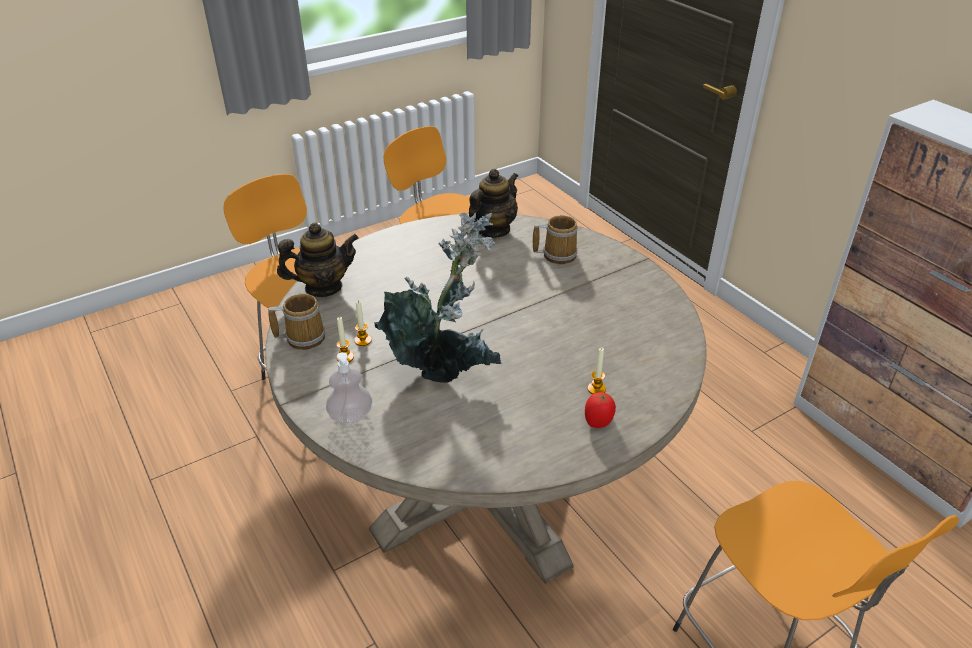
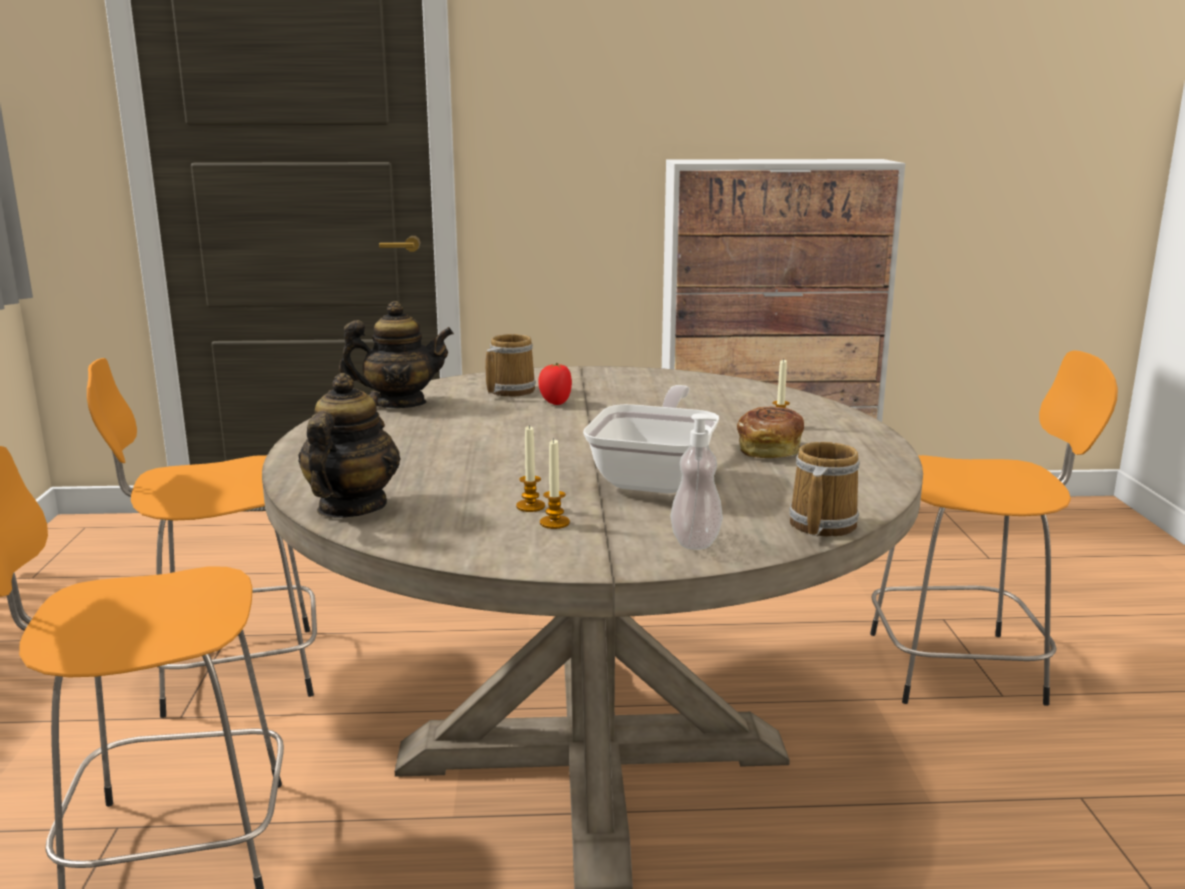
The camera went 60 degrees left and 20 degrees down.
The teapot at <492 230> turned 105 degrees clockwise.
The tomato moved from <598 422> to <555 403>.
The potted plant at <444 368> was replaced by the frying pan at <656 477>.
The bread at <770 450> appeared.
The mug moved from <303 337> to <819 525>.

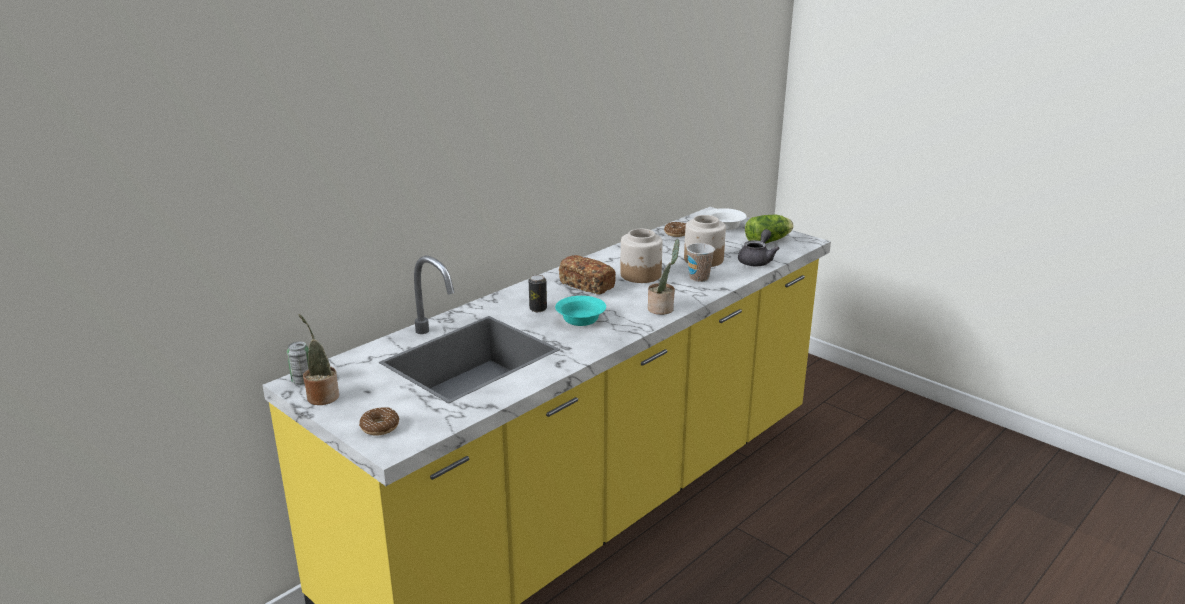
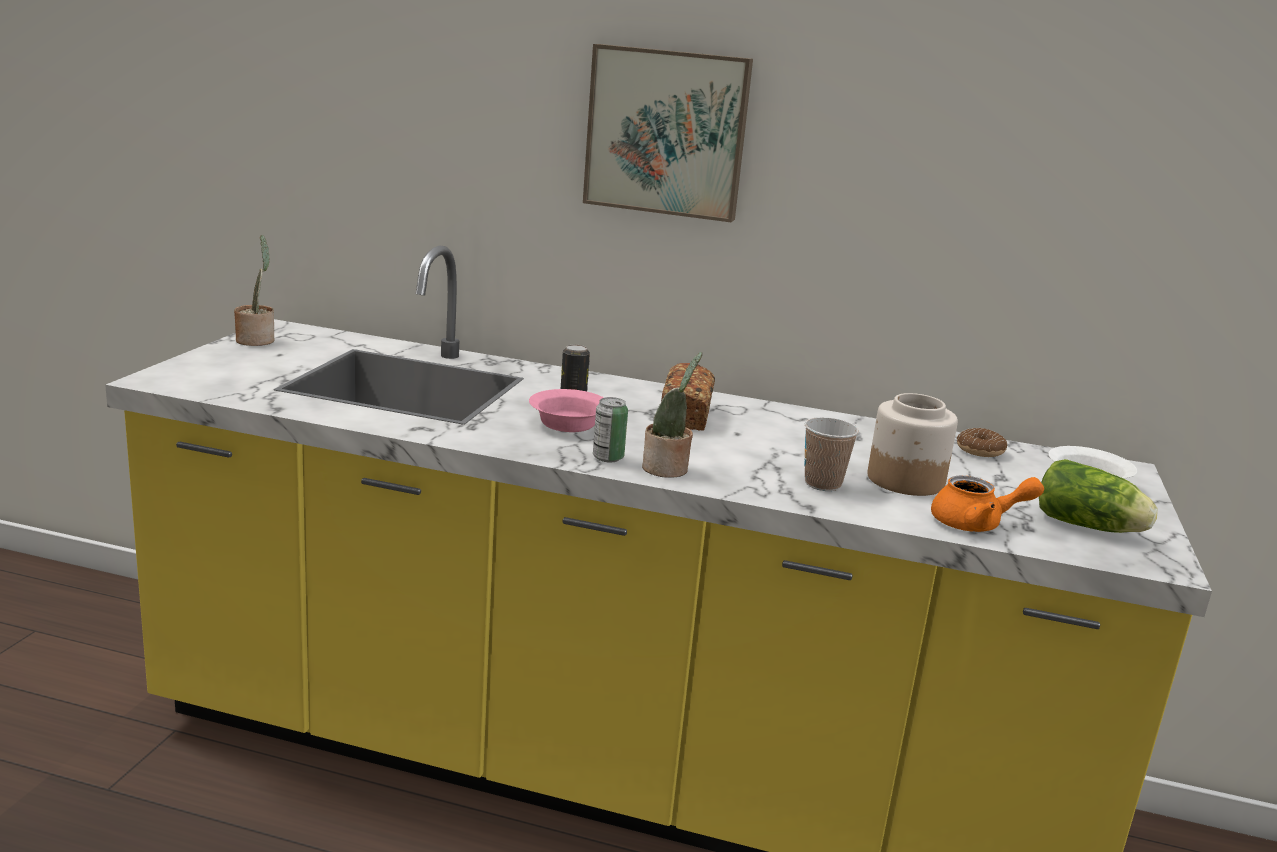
The camera went 60 degrees right and 5 degrees down.
The bowl/turquoise at <581 319> became the bowl/pink at <570 424>.
The picture at <667 132> appeared.
The can moved from <302 380> to <608 457>.
The teapot/grey at <757 260> became the teapot/orange at <976 524>.
The donut at <380 427> disappeared.
The jar at <641 275> disappeared.

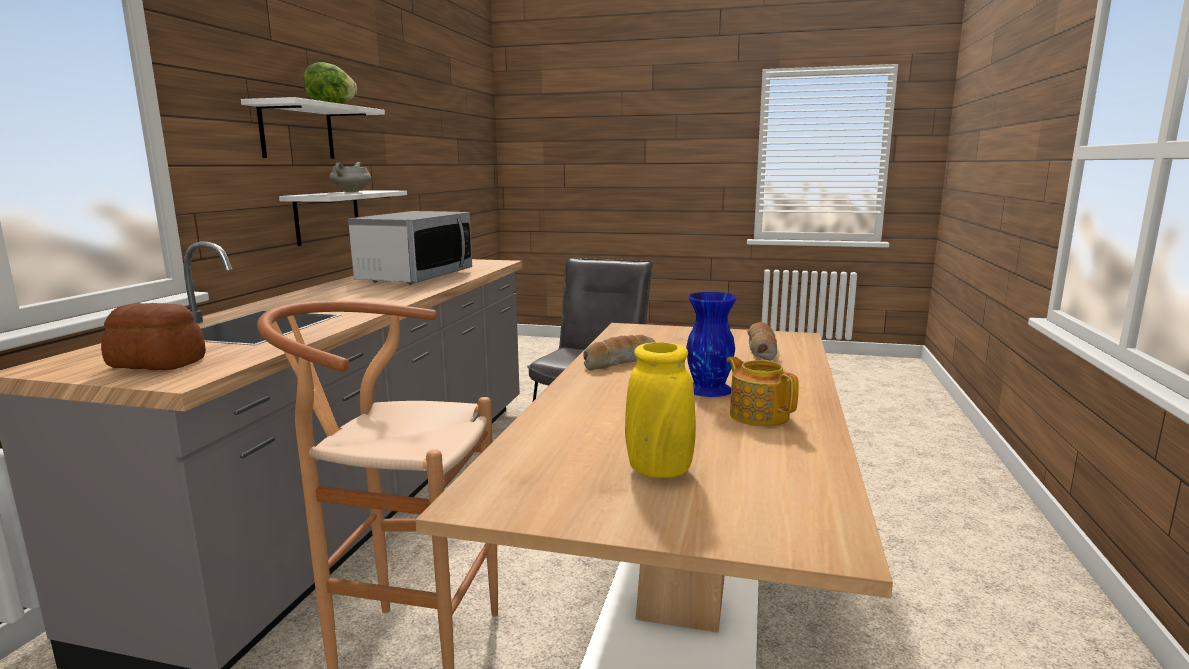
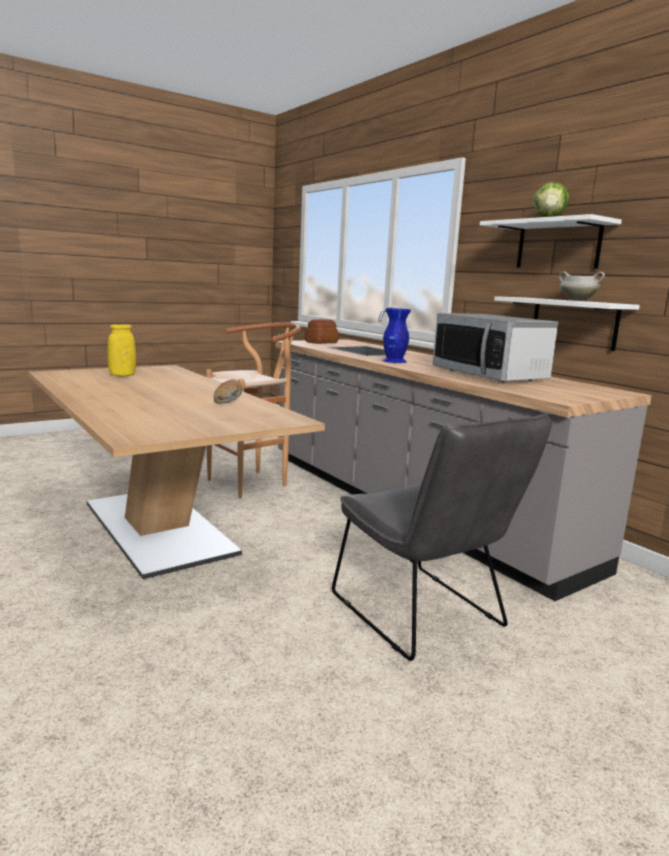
The camera went 130 degrees right and 0 degrees up.
The vase/blue moved from <709 388> to <394 361>.
The teapot at <758 415> disappeared.
The bread at <760 349> disappeared.

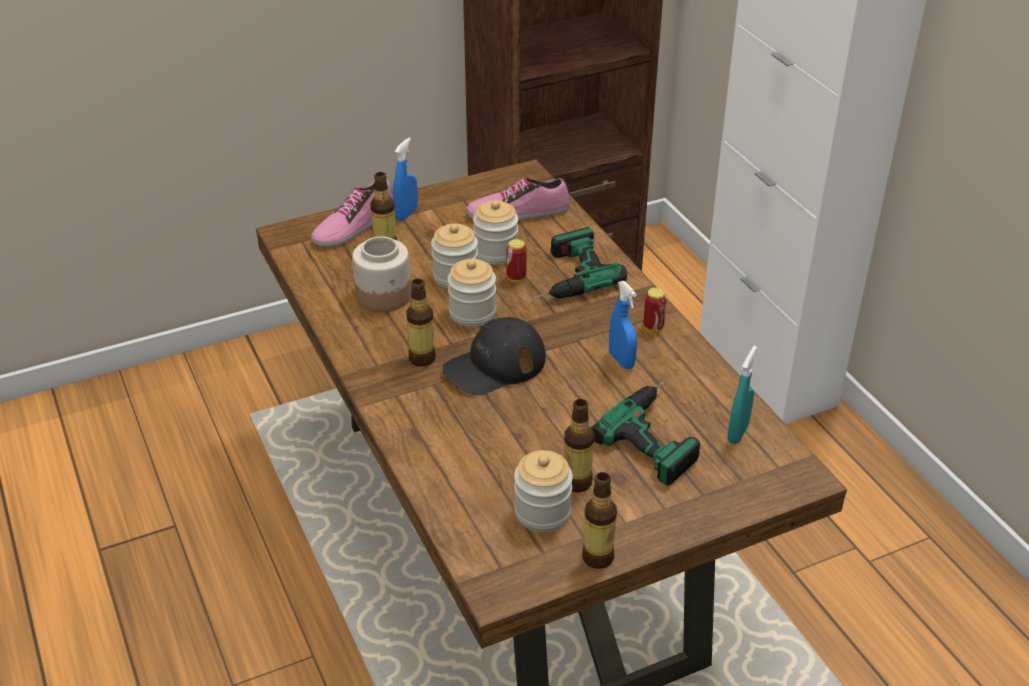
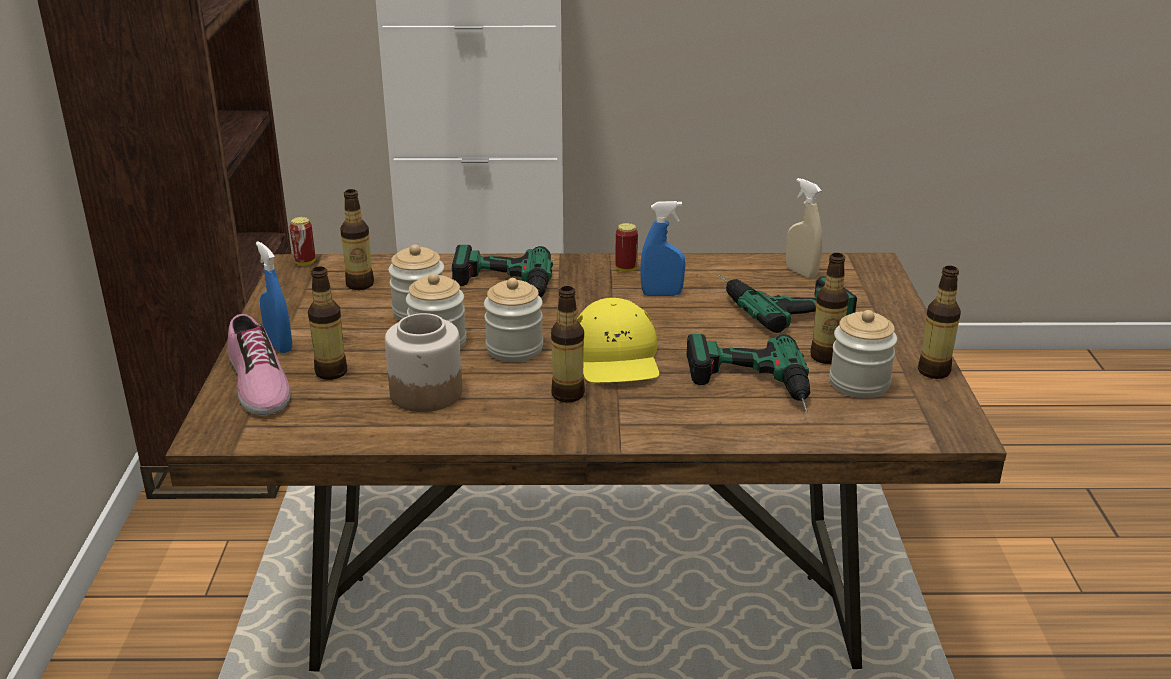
The camera went 65 degrees left and 10 degrees down.
The can moved from <516 278> to <305 262>.
The shoe at <518 212> was replaced by the bottle at <360 284>.
The cap/black at <494 365> became the cap/yellow at <616 356>.
The power drill at <750 387> appeared.
The spray bottle/turquoise at <738 432> became the spray bottle/beige at <801 272>.

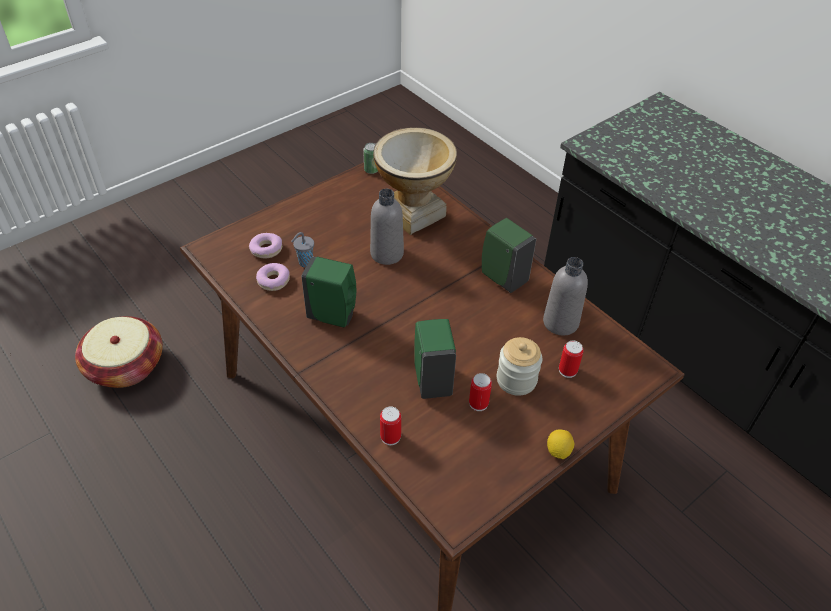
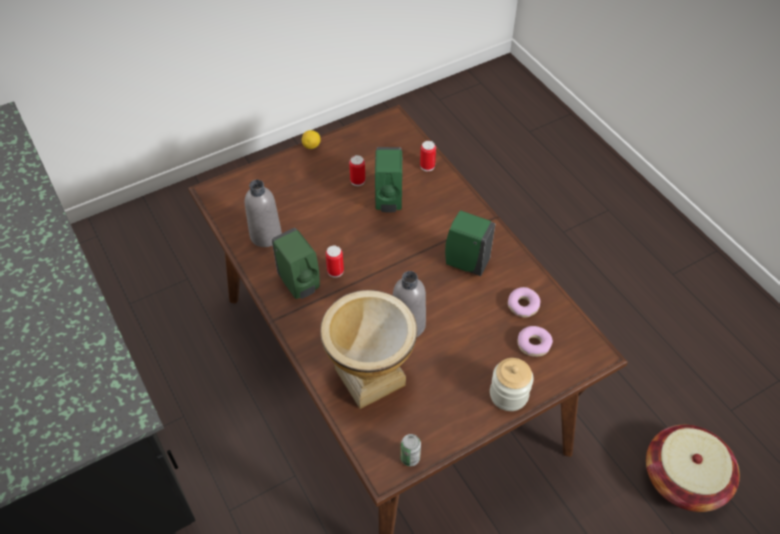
The camera went 170 degrees left and 5 degrees up.
The can moved from <567 370> to <335 271>.
The jar moved from <516 380> to <508 394>.
The cup/grey at <305 263> disappeared.

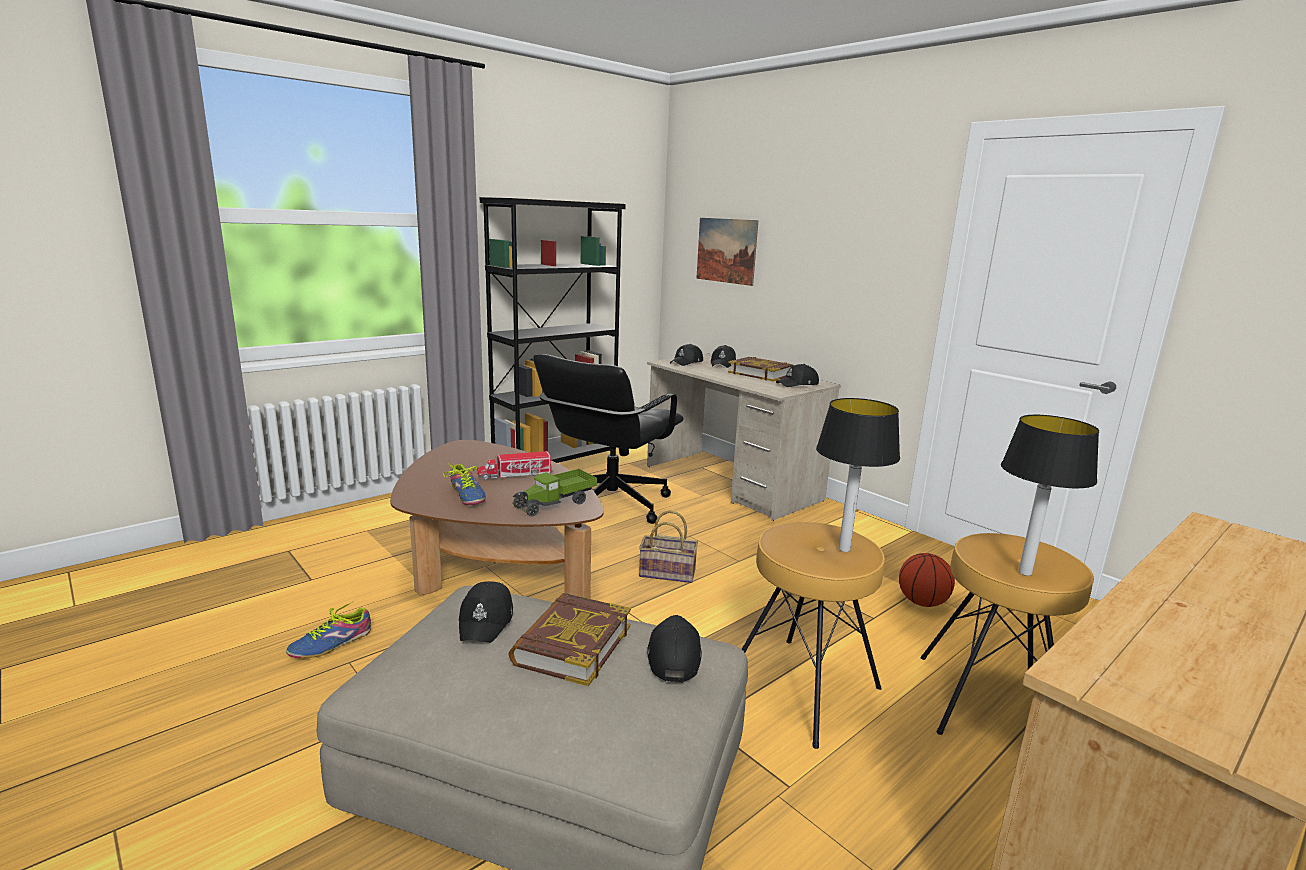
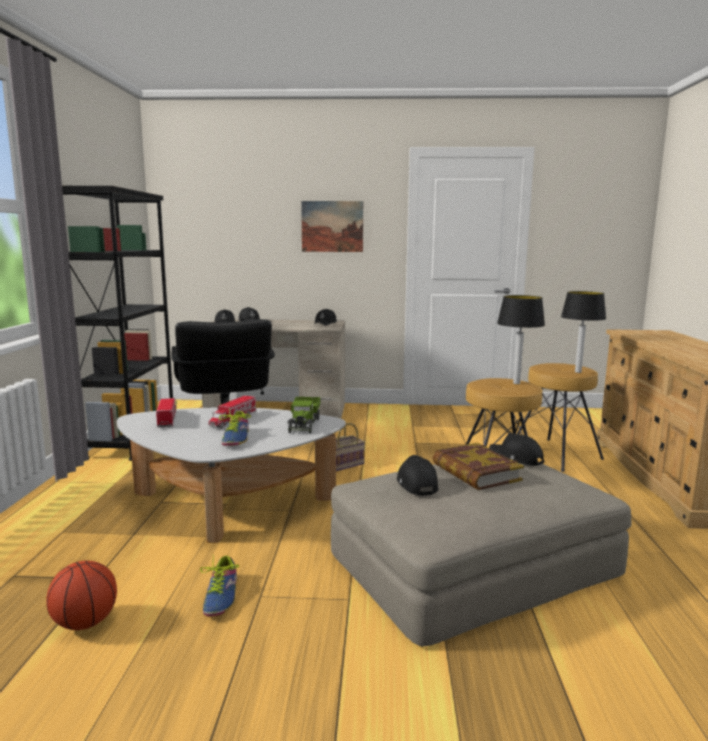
The camera went 45 degrees left and 5 degrees down.
The basketball moved from <922 603> to <85 623>.
The coffee table/brown at <495 565> became the coffee table/white at <229 505>.
The toy truck at <167 419> appeared.
The shoe at <467 495> turned 75 degrees clockwise.
The picture moved from <726 250> to <332 226>.
The cap/black at <487 621> turned 150 degrees counterclockwise.
The book at <760 373> disappeared.

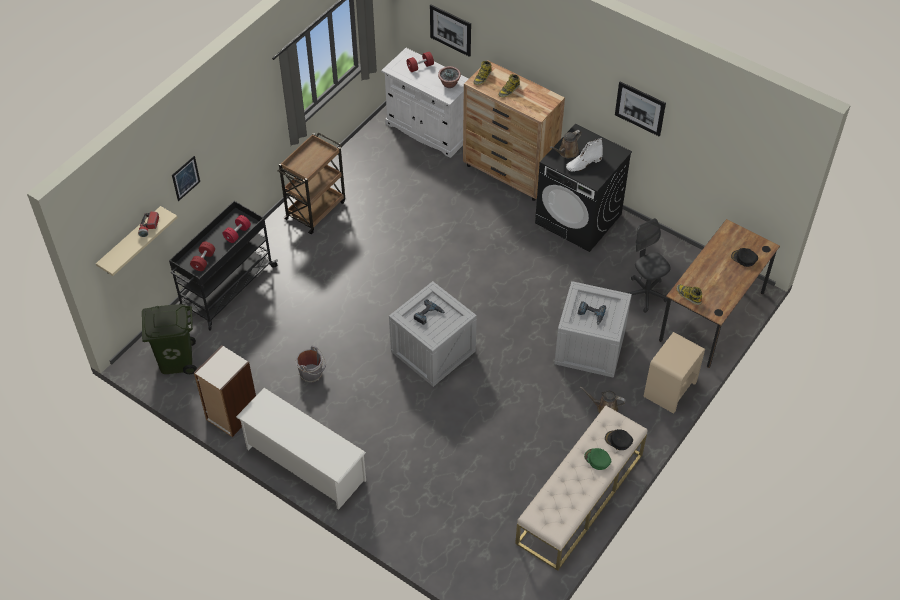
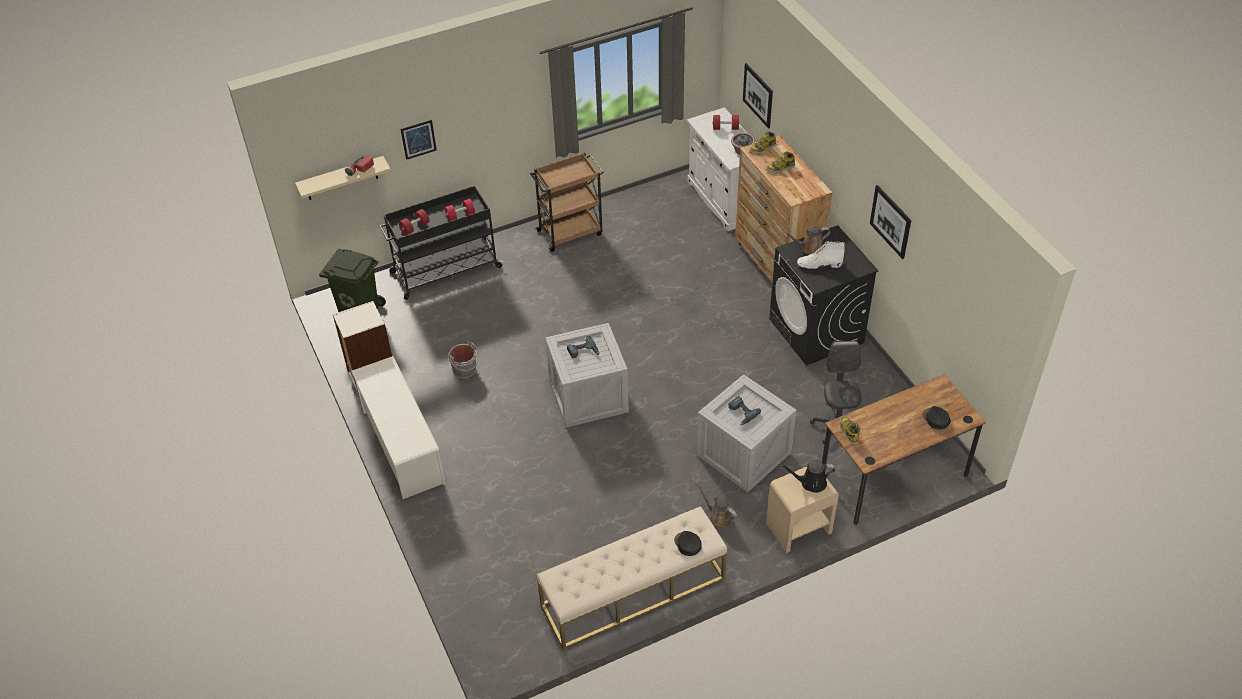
The camera went 30 degrees right and 5 degrees down.
The watering can/black at <811 483> appeared.
The cap/green at <597 460> disappeared.

